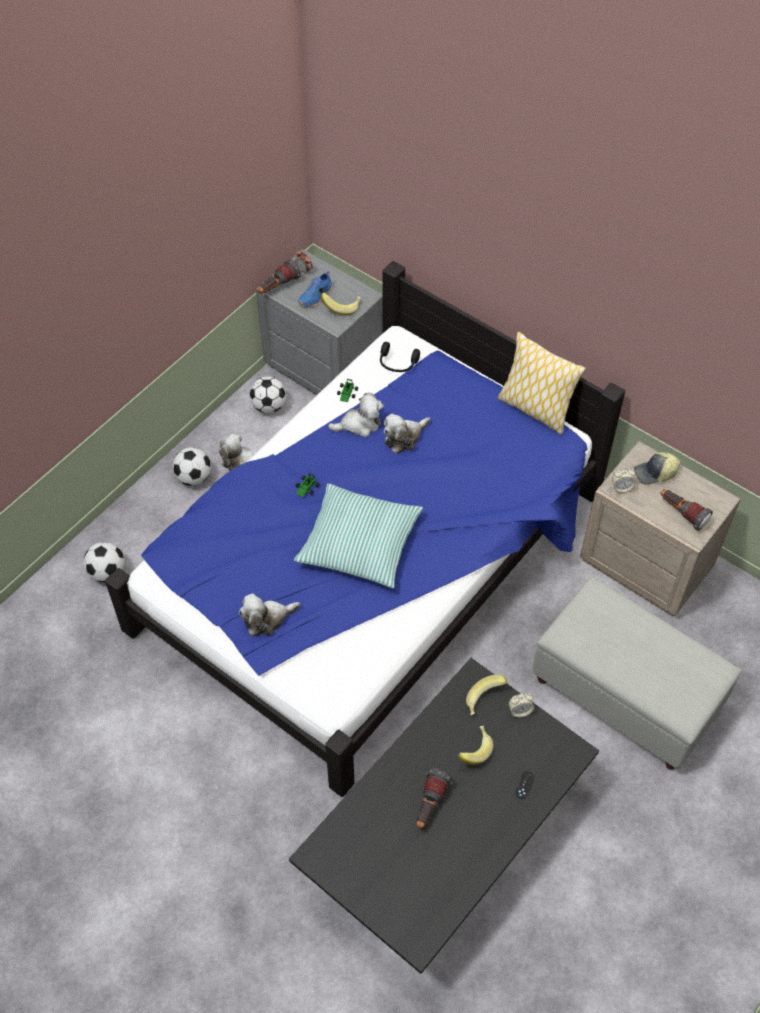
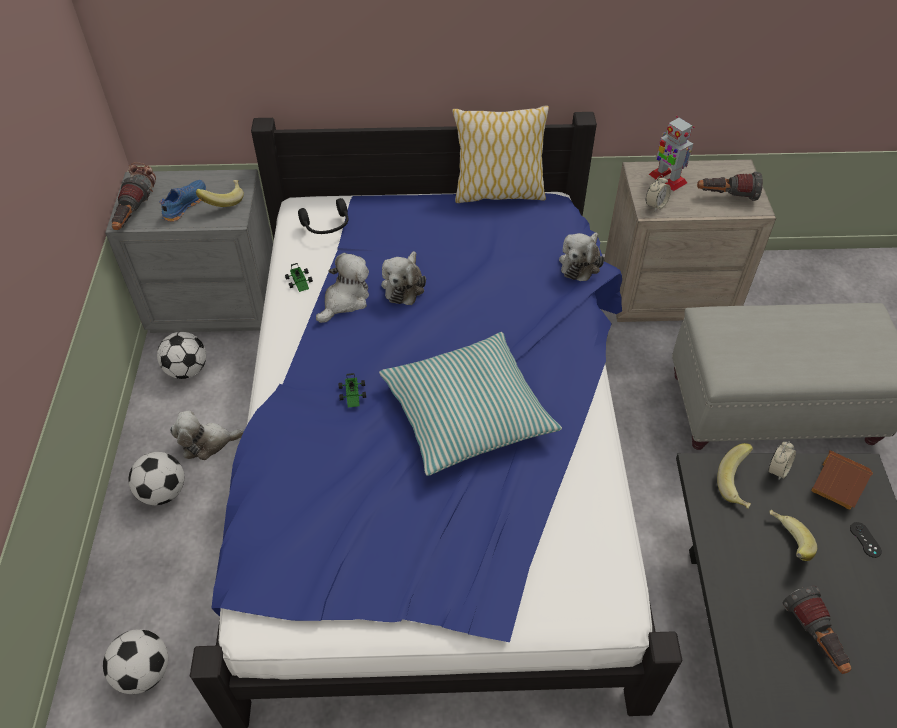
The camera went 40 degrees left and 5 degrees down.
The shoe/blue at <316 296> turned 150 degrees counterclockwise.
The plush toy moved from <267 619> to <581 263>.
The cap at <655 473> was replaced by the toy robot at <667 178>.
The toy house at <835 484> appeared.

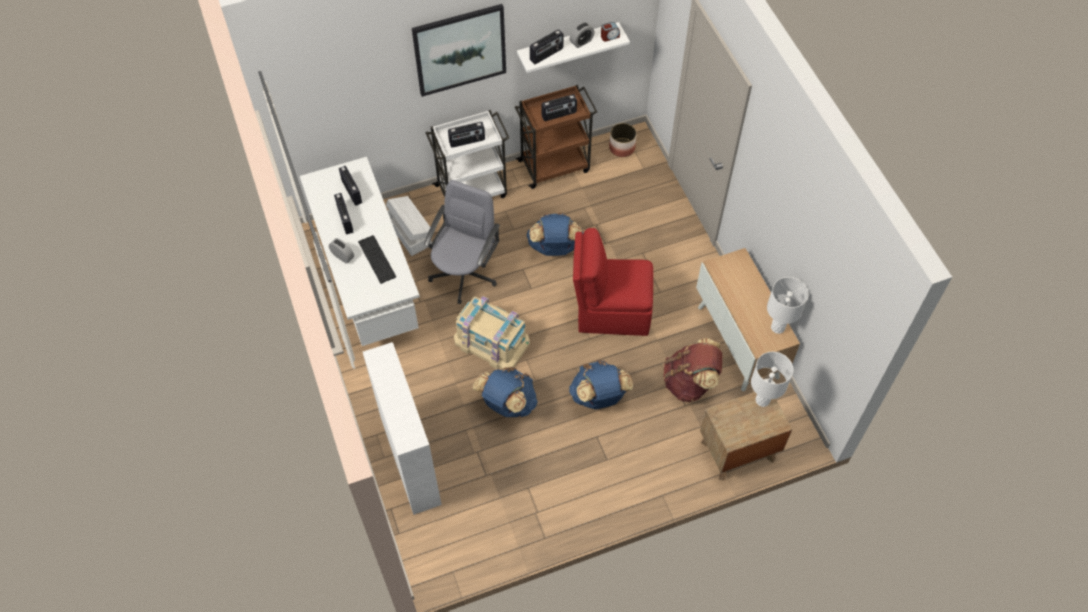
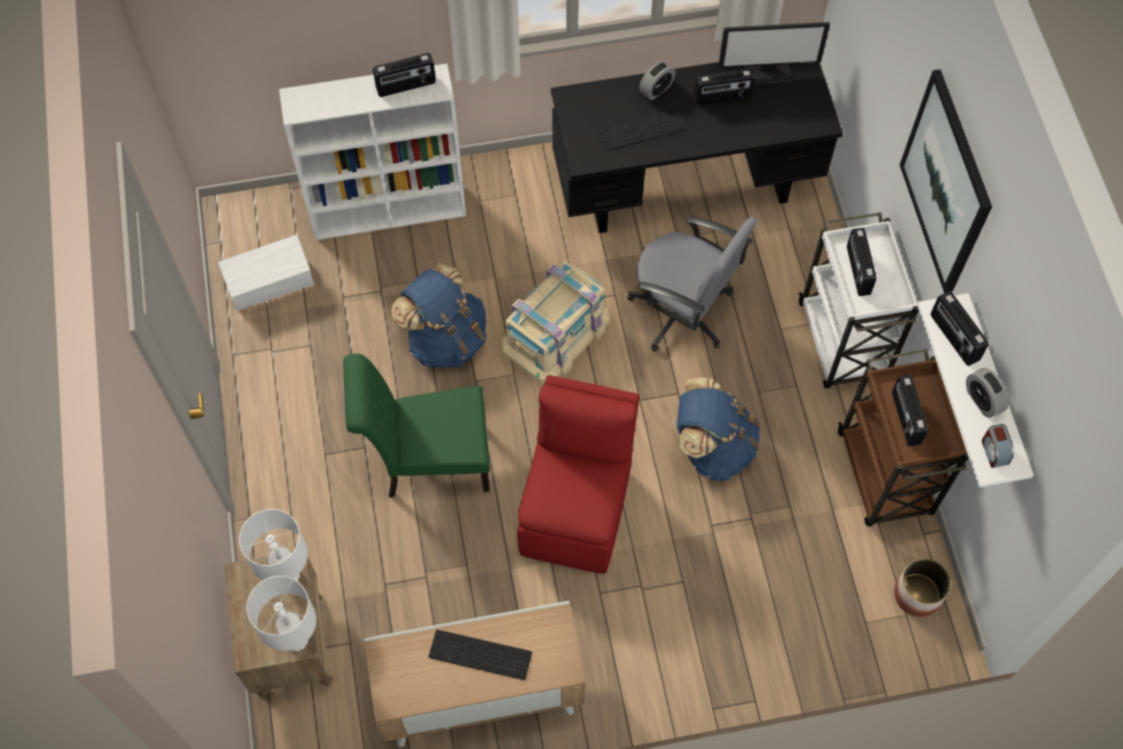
The camera went 100 degrees right and 5 degrees up.
The storage box/white moved from <409 232> to <271 283>.
The table lamp/white moved from <778 327> to <287 575>.
The backpack/blue at <599 397> was replaced by the chair/green at <428 463>.
The radio moved from <352 192> to <406 86>.
The keyboard at <478 656> appeared.
The desk/white at <368 283> became the desk/black at <685 186>.
The monitor at <768 71> appeared.
The backpack/brown at <690 382> disappeared.

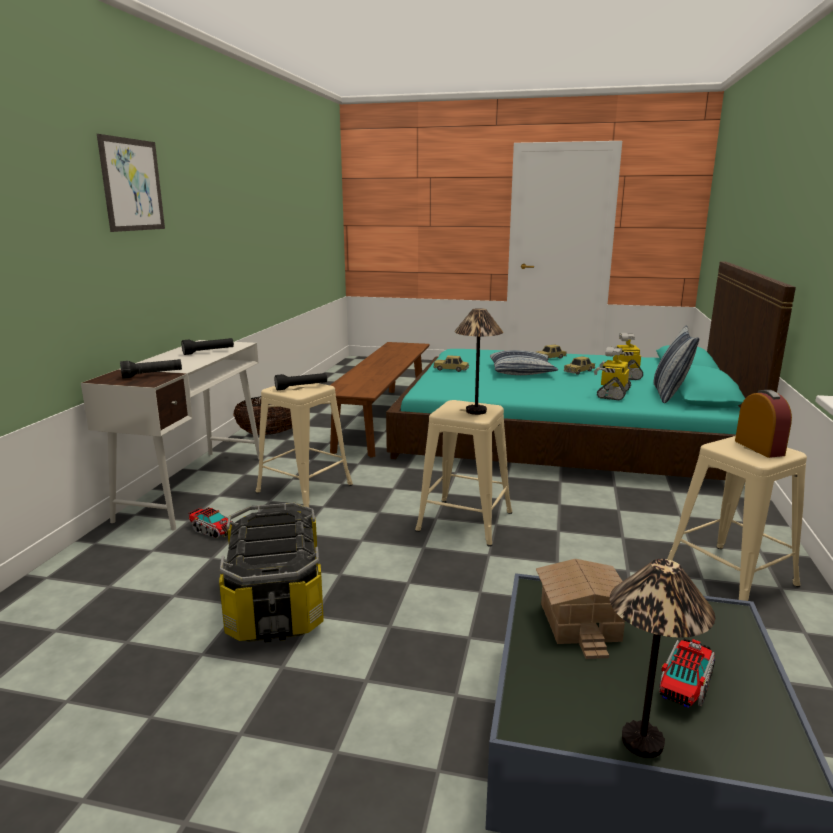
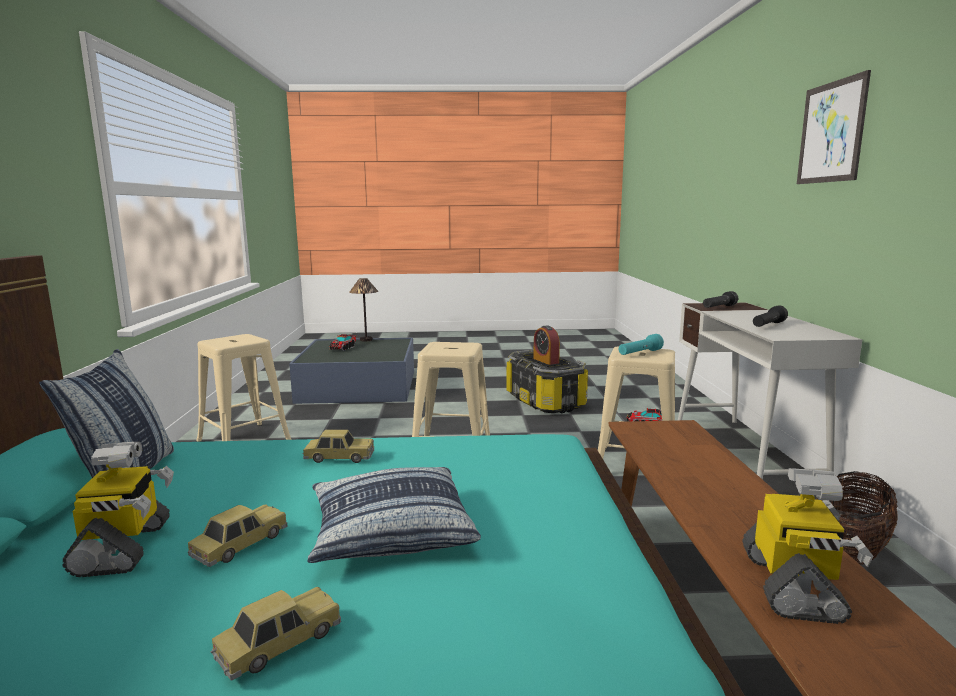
The camera went 165 degrees right and 5 degrees down.
The toy car moved from <451 369> to <339 457>.
The alarm clock moved from <759 448> to <546 360>.
The flashlight/black at <301 387> became the flashlight/turquoise at <639 353>.
The toy robot moved from <612 394> to <793 586>.
The table lamp at <476 411> disappeared.
The toy house at <578 622> disappeared.

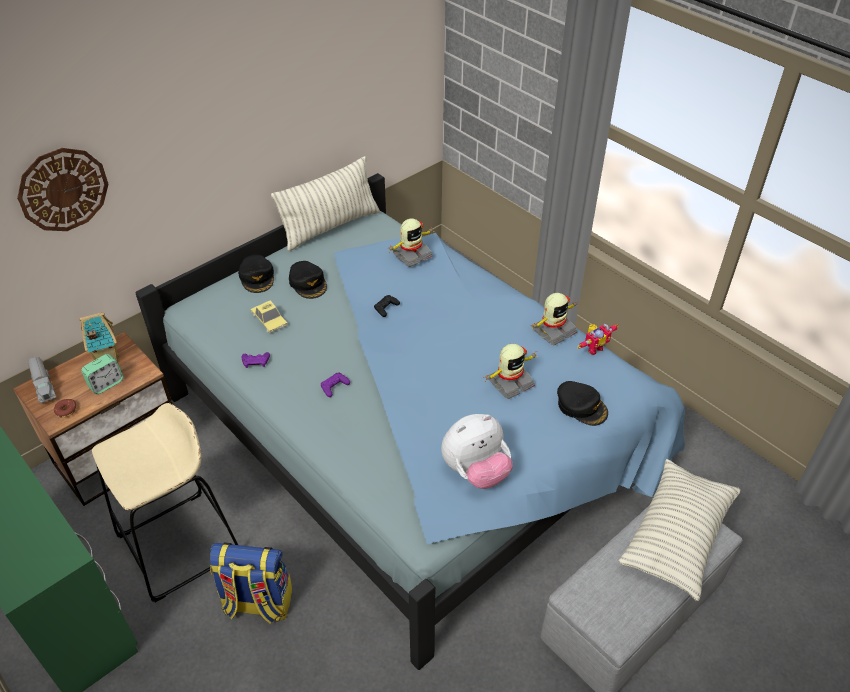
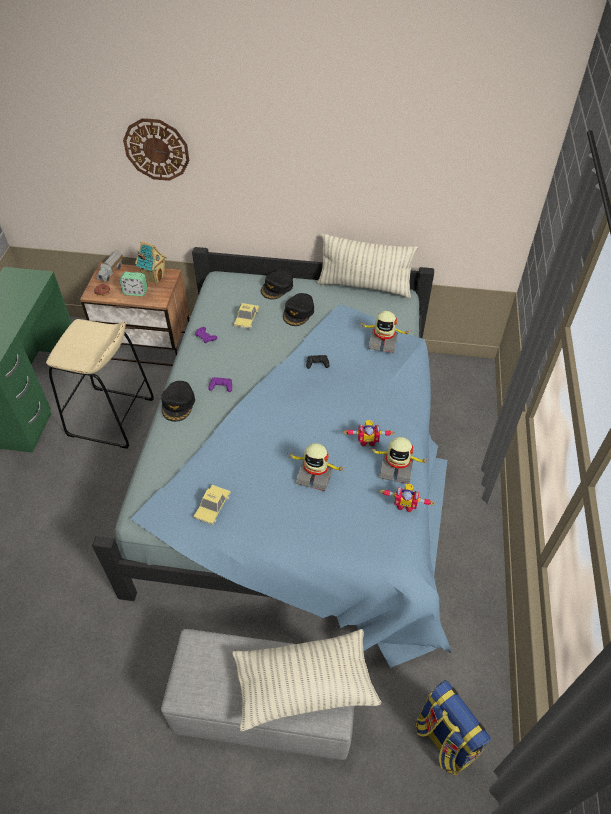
The camera went 50 degrees right and 5 degrees up.
The cap/black moved from <581 406> to <178 404>.
The plush toy at <476 471> was replaced by the toy car at <212 506>.
The toy robot at <367 440> appeared.
The backpack moved from <257 603> to <444 739>.

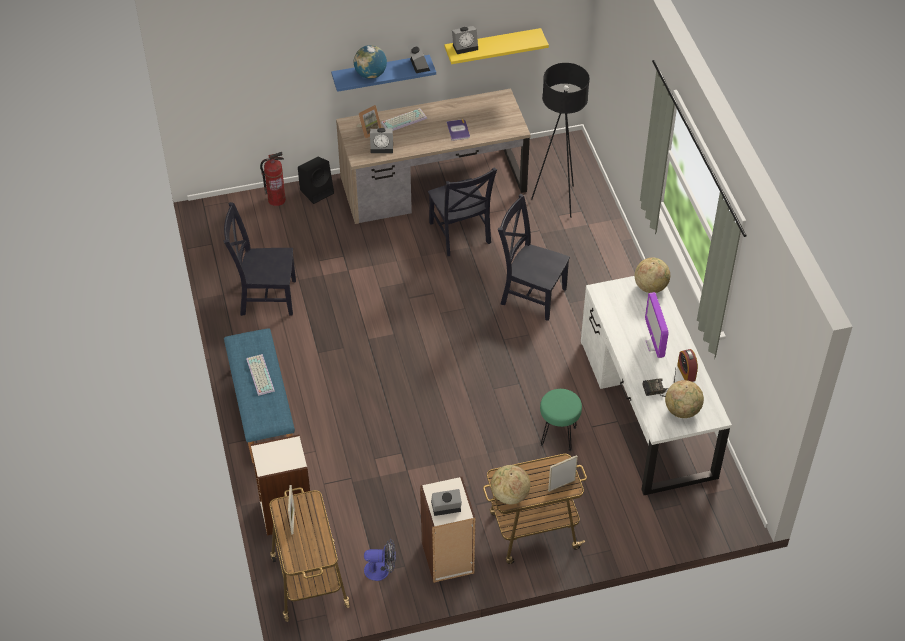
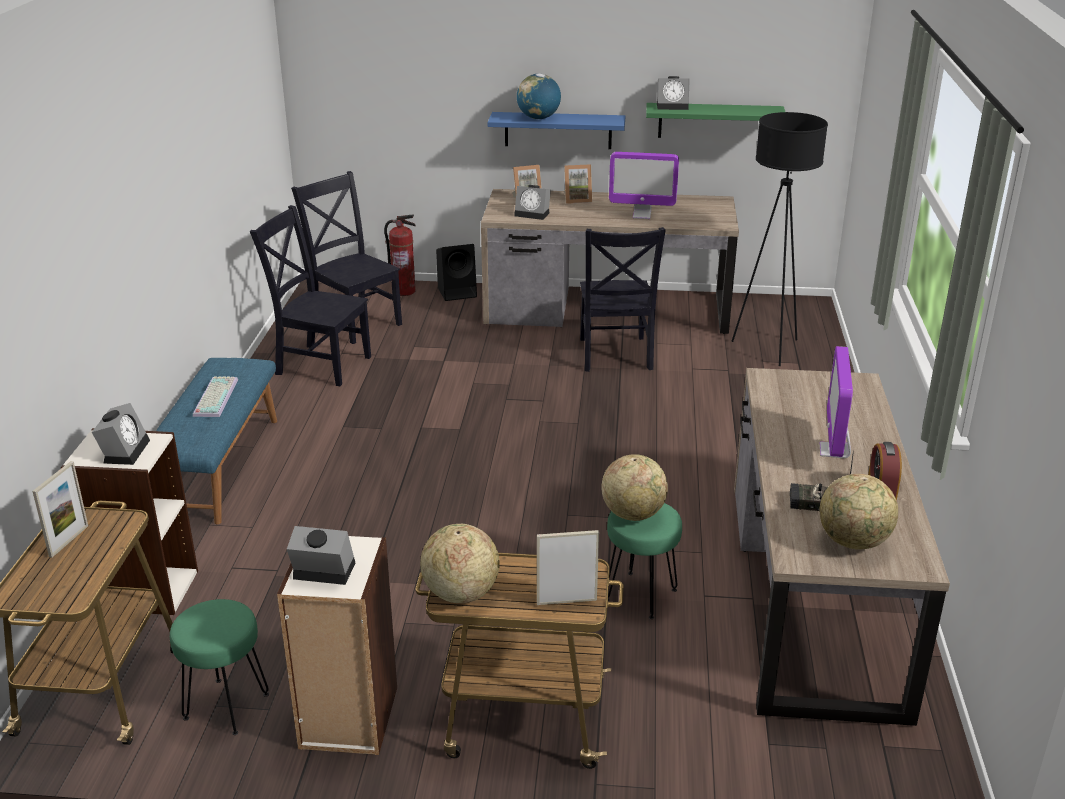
The camera went 20 degrees right and 20 degrees down.
The alarm clock moved from <418 64> to <125 450>.
The fan at <381 570> was replaced by the stool/green at <226 705>.
The chair/black moved from <531 295> to <354 322>.
The keyboard at <404 120> was replaced by the picture frame at <577 200>.
The globe moved from <650 287> to <633 514>.
The book at <458 130> was replaced by the monitor at <641 215>.
The shelf/yellow at <492 46> became the shelf/green at <713 121>.
The desk/white at <647 408> became the desk/brown at <813 593>.

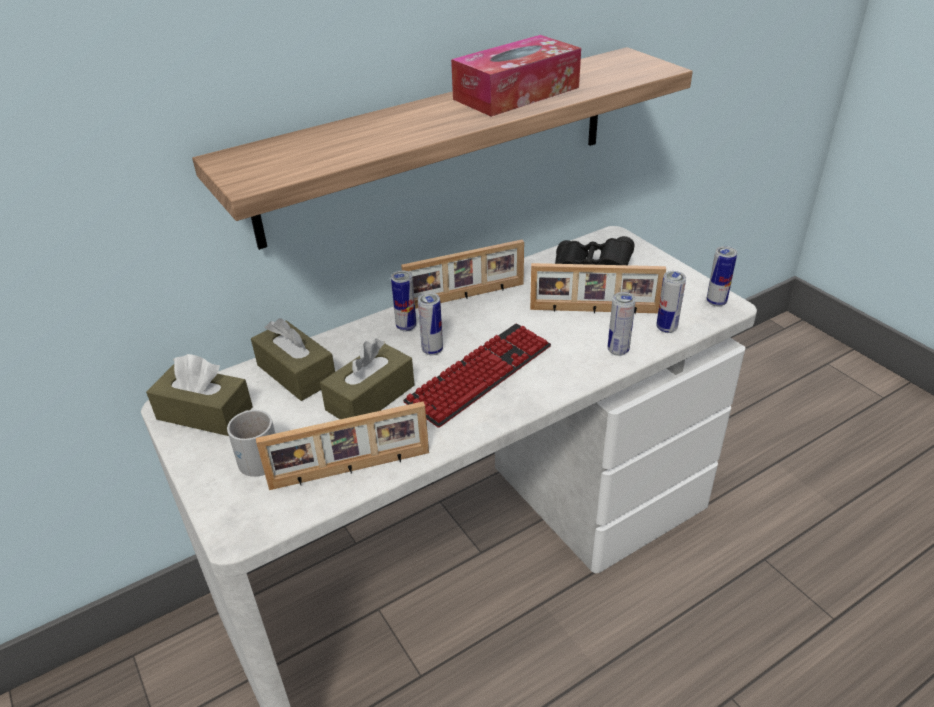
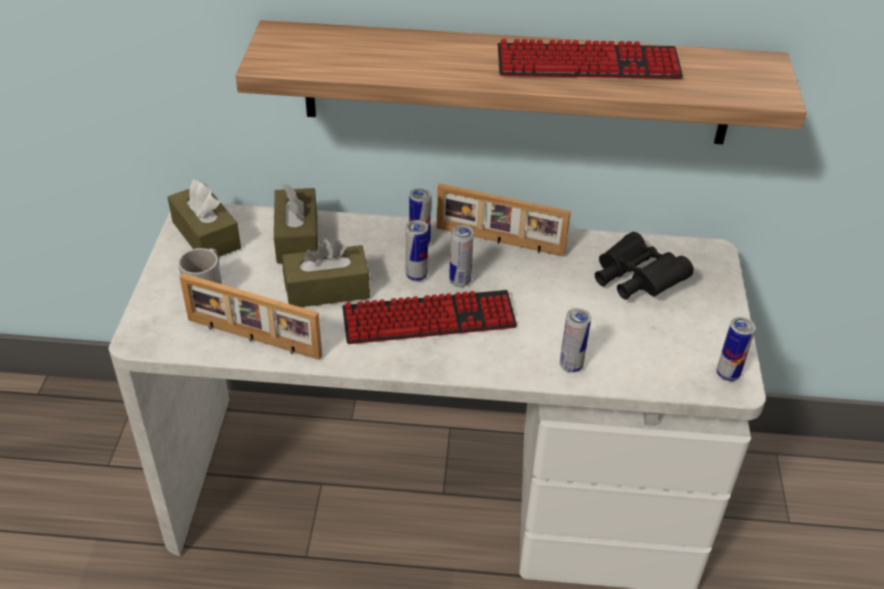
The camera went 35 degrees right and 5 degrees up.
The can moved from <666 328> to <460 281>.
The tissue box at <516 93> was replaced by the keyboard at <588 64>.
The picture frame at <594 311> disappeared.

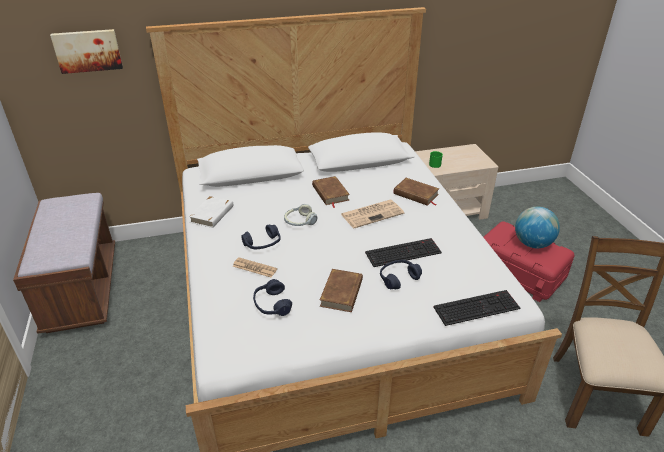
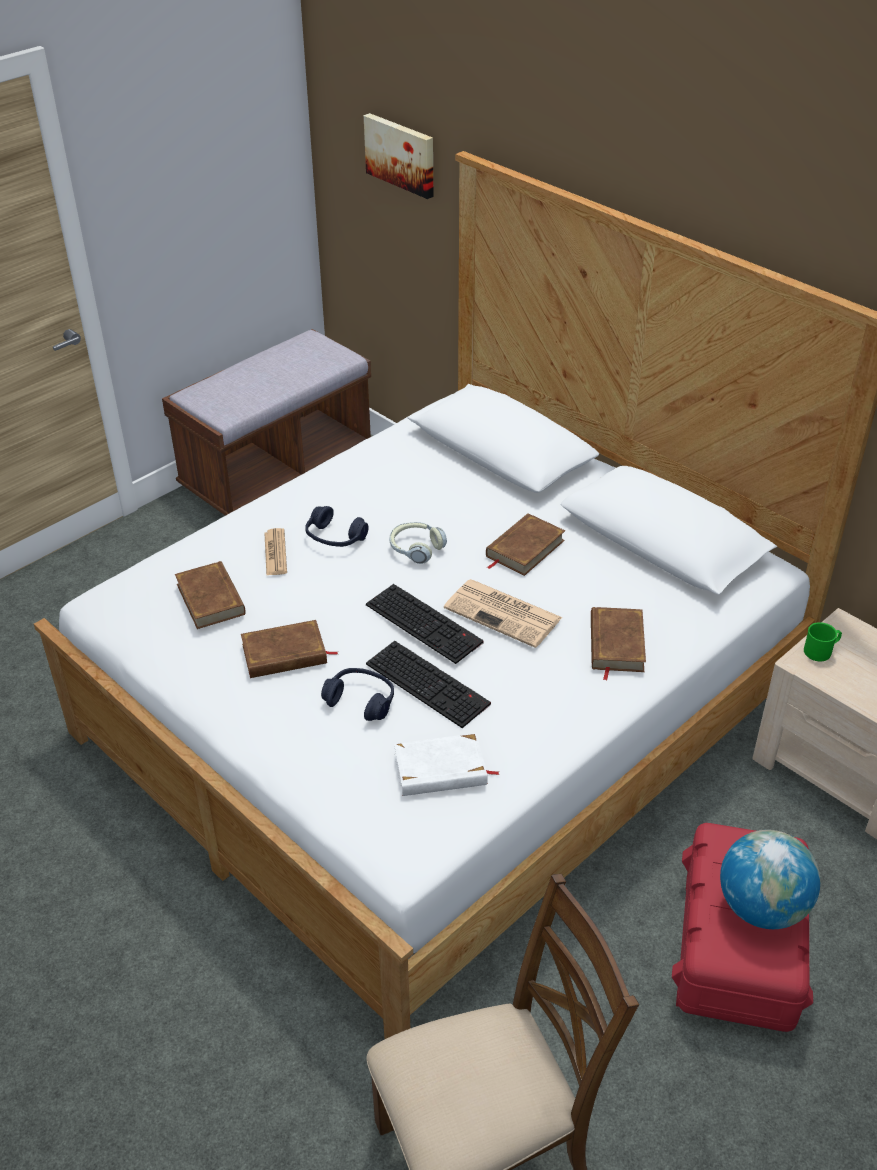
The camera went 60 degrees right and 5 degrees up.
The headphones/blue at <272 304> was replaced by the book/brown at <211 599>.
The keyboard moved from <476 307> to <426 623>.
The book/white moved from <212 214> to <441 770>.

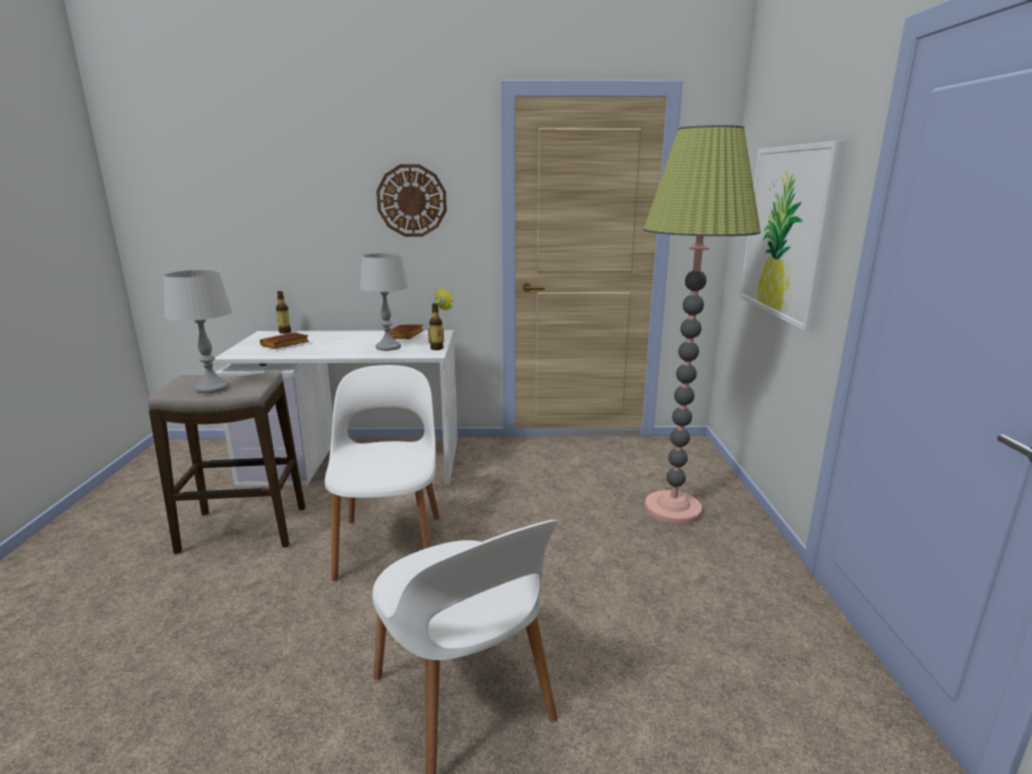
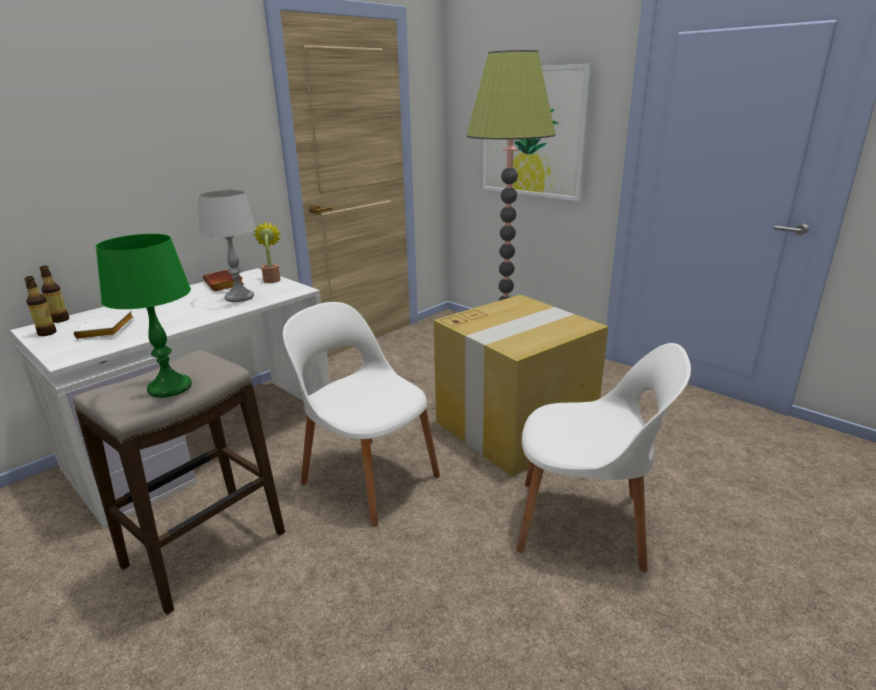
The camera went 45 degrees left and 5 degrees up.
The bottle moved from <436 348> to <47 333>.
The book/brown at <284 345> became the book/white at <108 330>.
The table lamp/grey at <212 388> became the table lamp/green at <170 388>.
The cardboard box at <516 426> appeared.
The wall clock at <412 201> disappeared.

